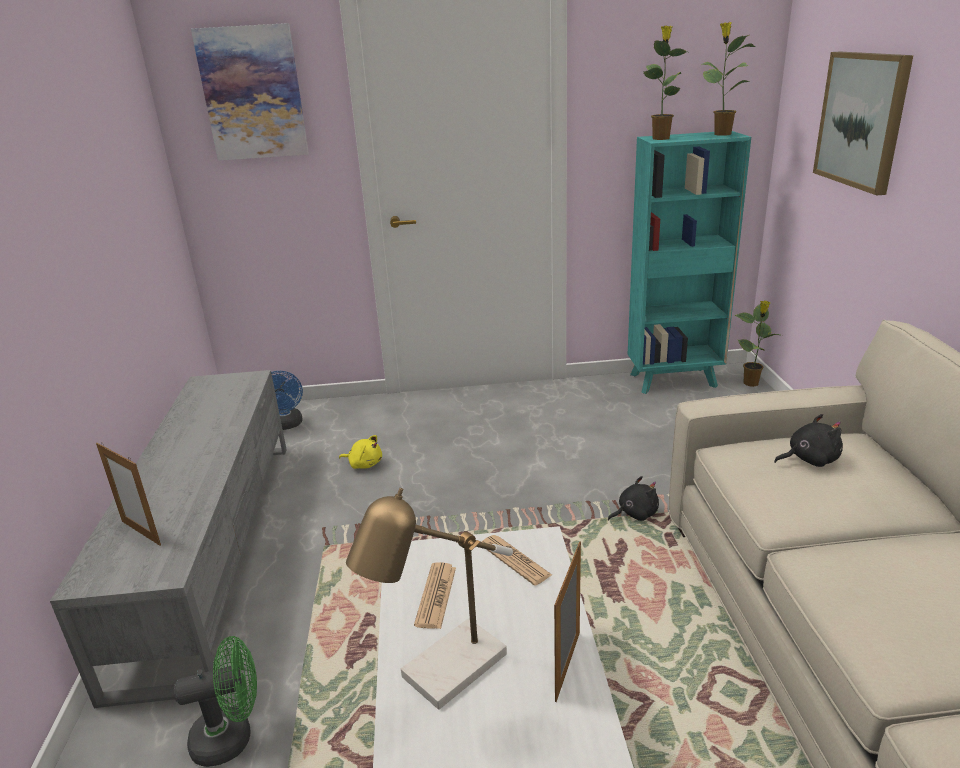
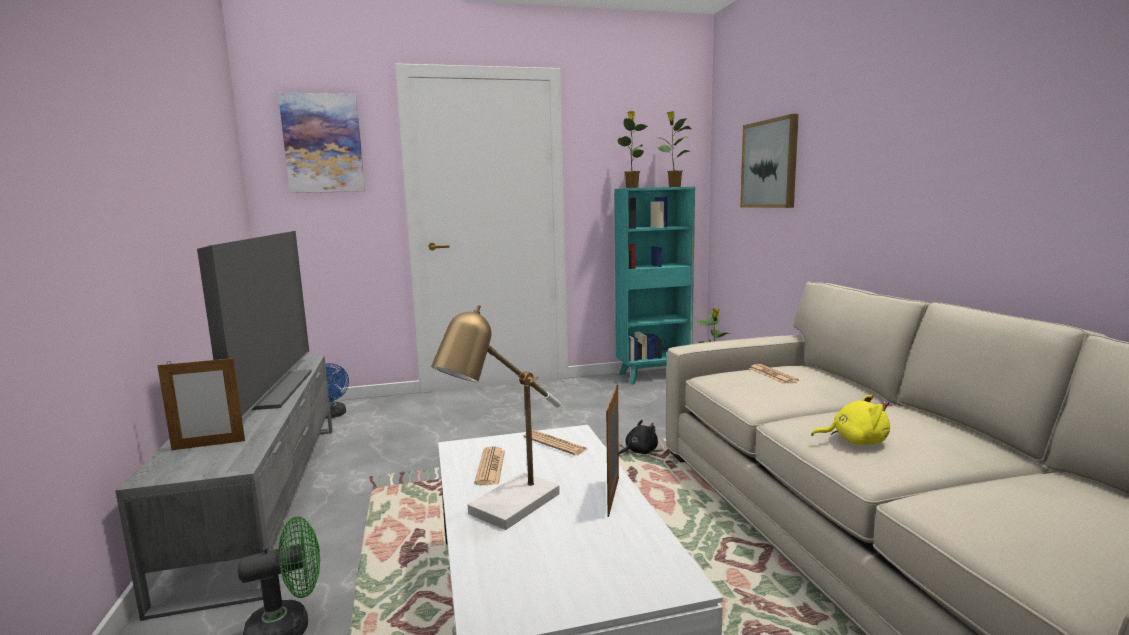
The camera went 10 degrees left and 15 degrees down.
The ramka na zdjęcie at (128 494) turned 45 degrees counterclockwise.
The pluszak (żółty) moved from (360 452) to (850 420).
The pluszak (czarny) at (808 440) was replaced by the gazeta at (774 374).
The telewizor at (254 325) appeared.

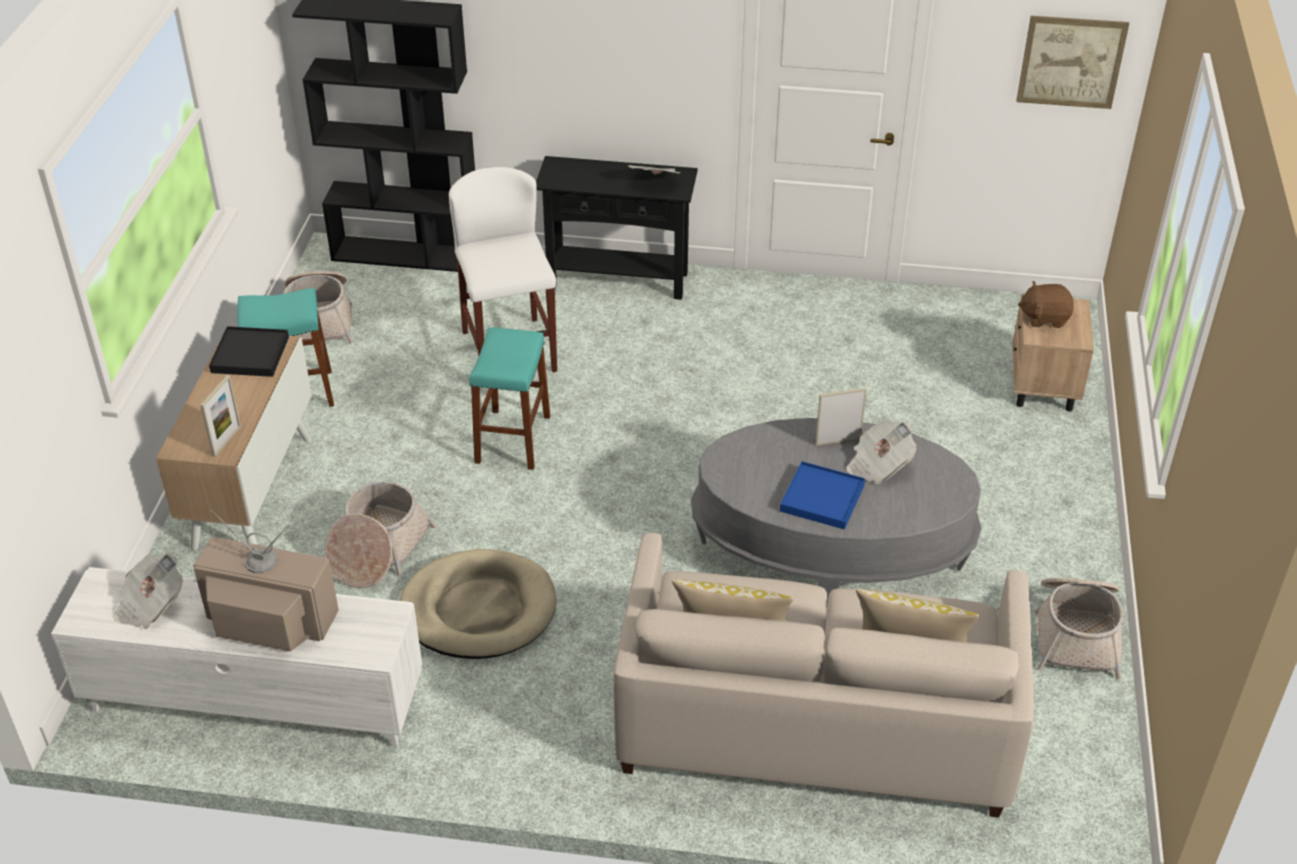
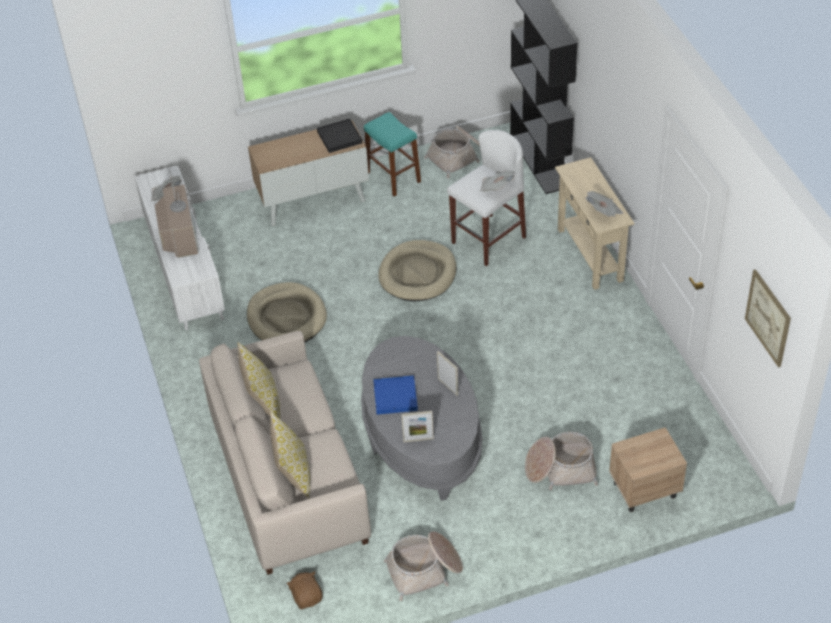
The camera went 65 degrees right and 5 degrees up.
The ramka na zdjęcie moved from (220 416) to (417 427).
The koszyk moved from (380 534) to (561 461).
The stołek (turkusowy) at (509 398) was replaced by the legowisko (beżowy) at (417 270).
The stolik konsolowy (czarny) at (617 228) became the stolik konsolowy (beżowy) at (595 223).
The gazeta moved from (881 452) to (497 181).
The pluszak (brązowy) moved from (1046 304) to (304 590).

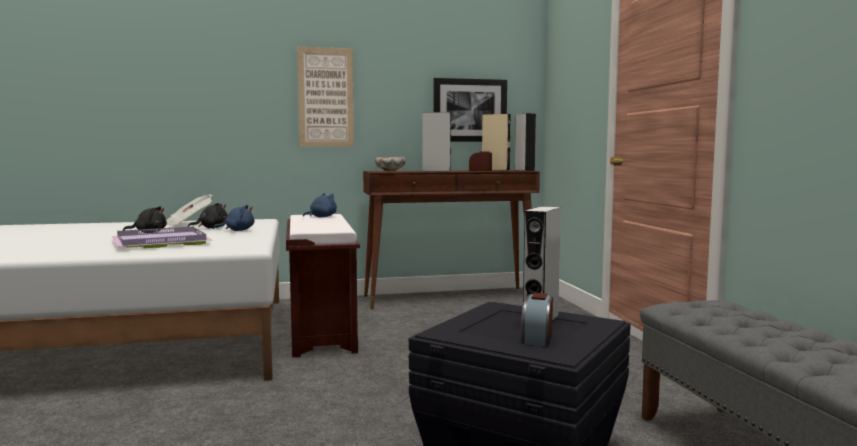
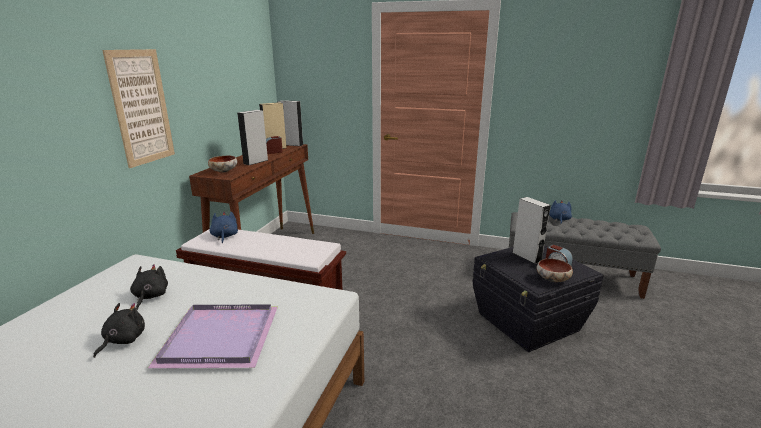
The camera went 60 degrees left and 15 degrees up.
The gazeta at (189 210) disappeared.
The pluszak (niebieski) moved from (233 218) to (560 212).
The obraz at (470 110) disappeared.
The miska at (554 270) appeared.

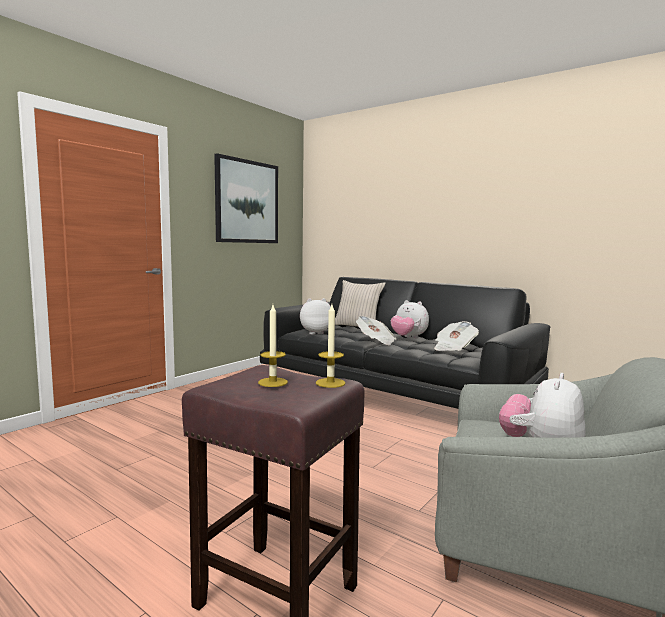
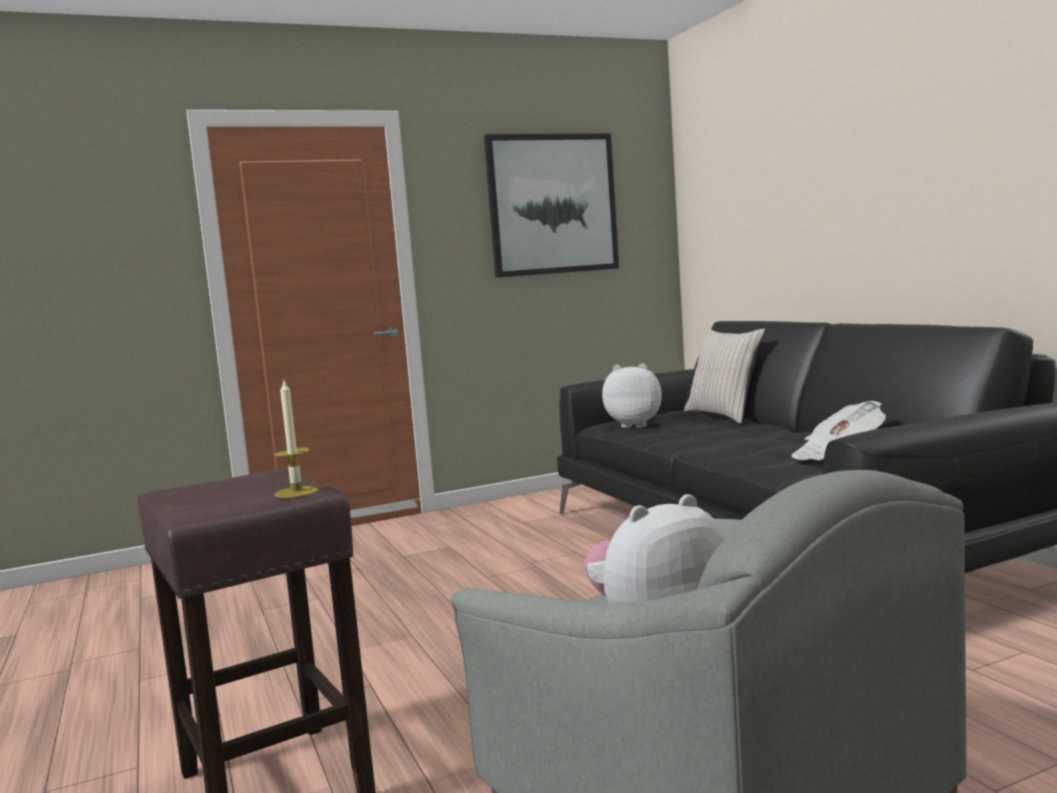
The camera went 30 degrees right and 0 degrees up.
The świeca at (273 346) disappeared.
The gazeta at (376 330) disappeared.
The pluszak at (410 319) disappeared.

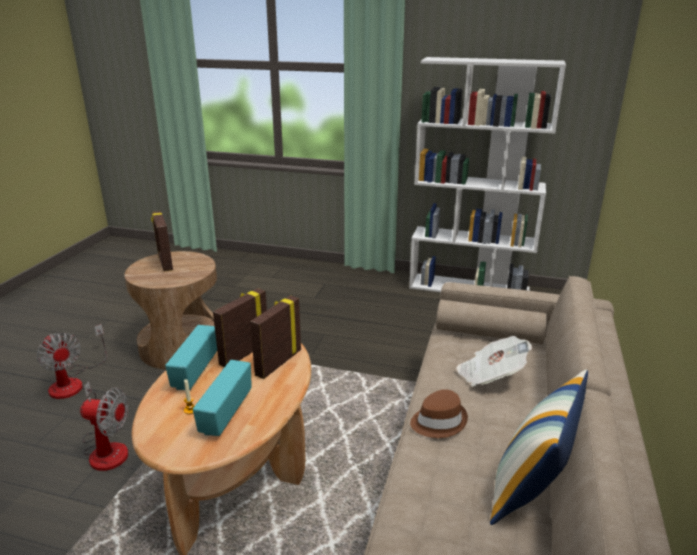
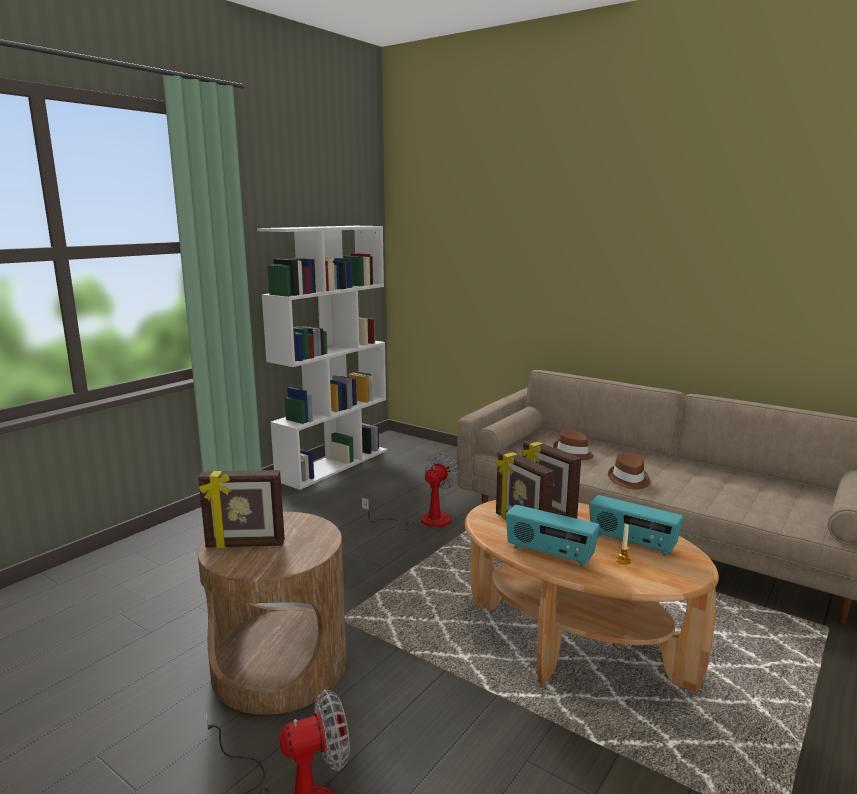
The camera went 70 degrees left and 10 degrees down.
The wentylator moved from (104 426) to (410 491).
The gazeta at (494 361) was replaced by the kapelusz (brązowy) at (573 444).
The poduszka at (539 447) disappeared.

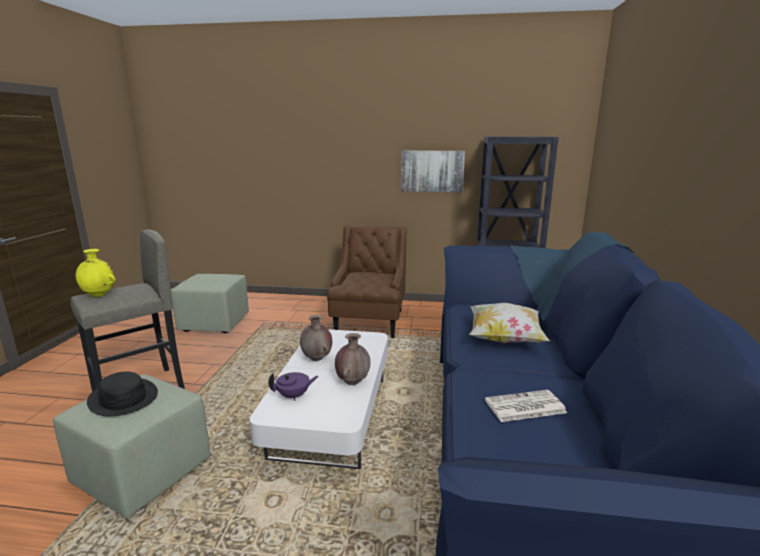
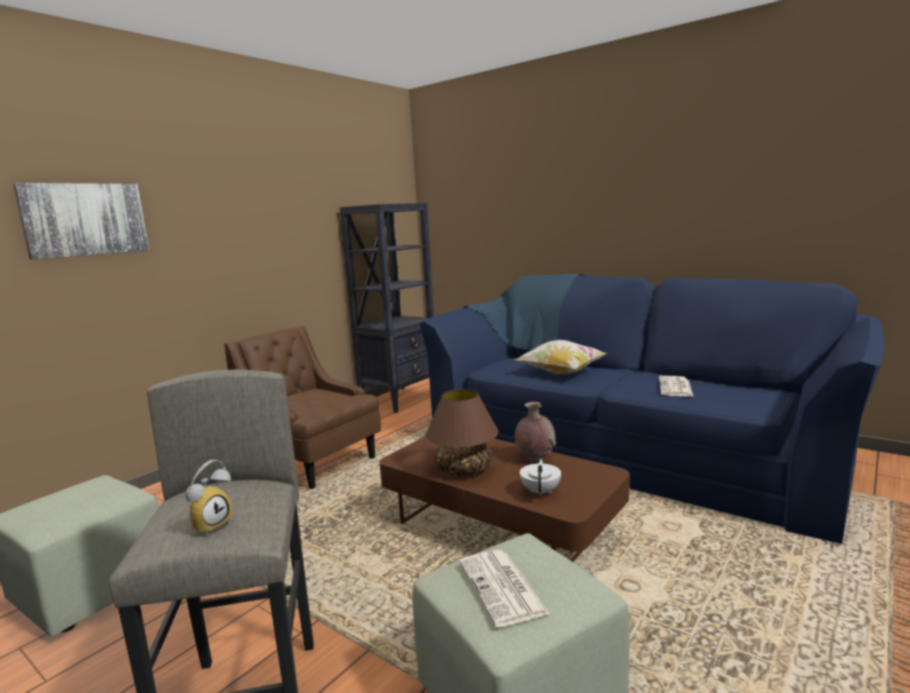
The camera went 60 degrees left and 5 degrees down.
The wazon (żółty) at (96 273) was replaced by the budzik at (209 497).
The kapelusz (czarny) at (122 394) was replaced by the gazeta at (504 588).
The ława (biały) at (319 399) became the ława (brązowy) at (505 499).
The imbryk (fioletowy) at (293 386) became the imbryk (biały) at (540 478).
The wazon (brązowy) at (316 338) was replaced by the lampa stołowa (brązowy) at (462 432).
The obraz moved from (433 171) to (81 221).

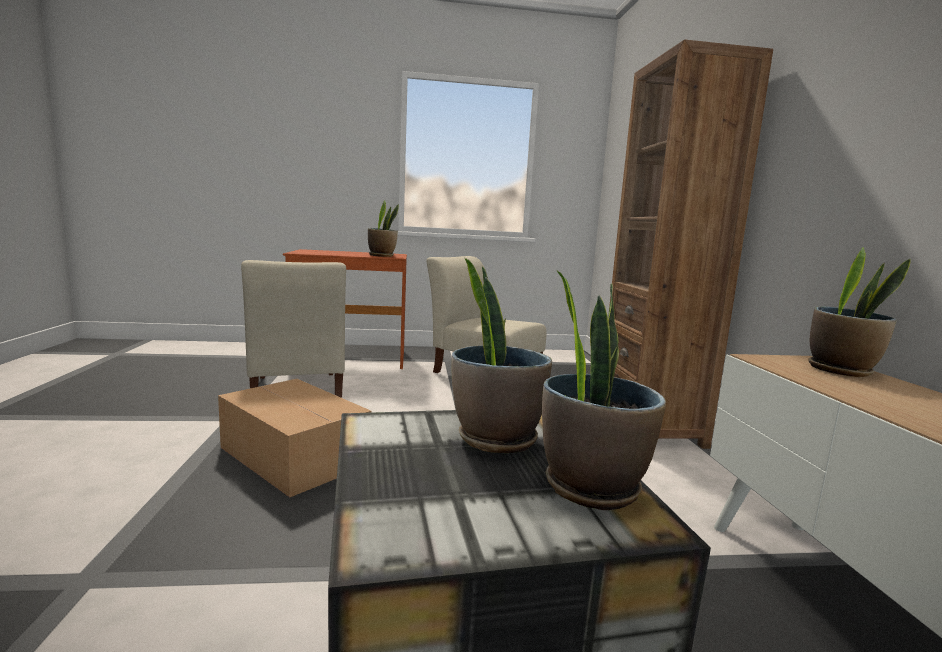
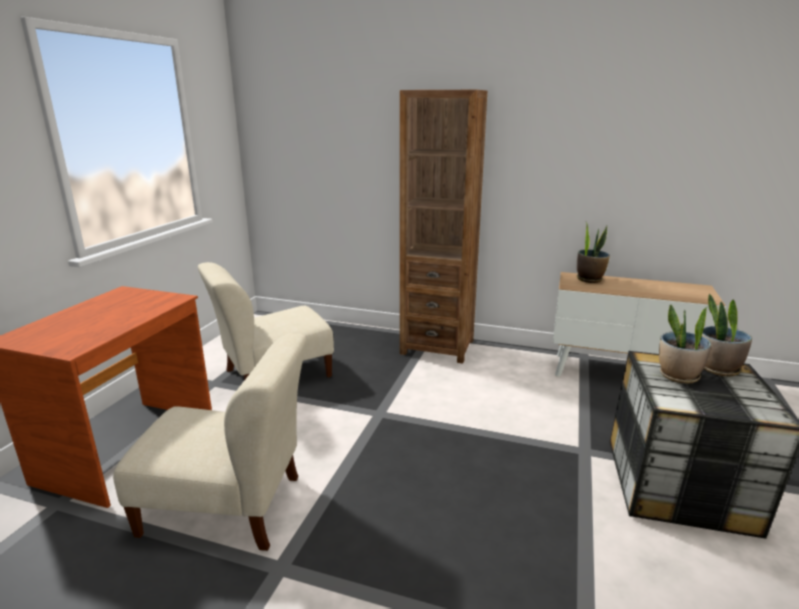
The camera went 65 degrees left and 10 degrees up.
The karton at (295 438) disappeared.
The roślina doniczkowa at (383 228) disappeared.

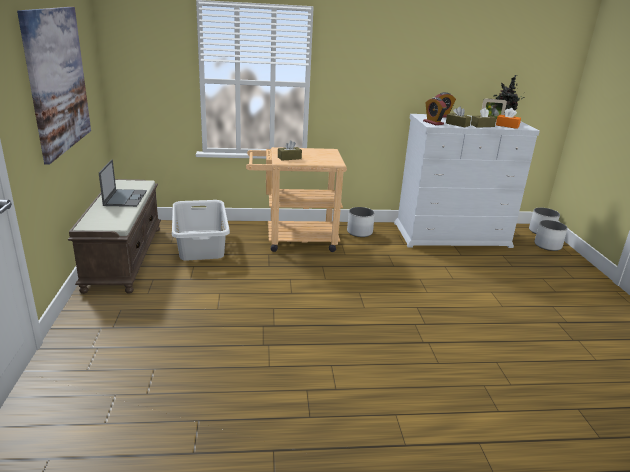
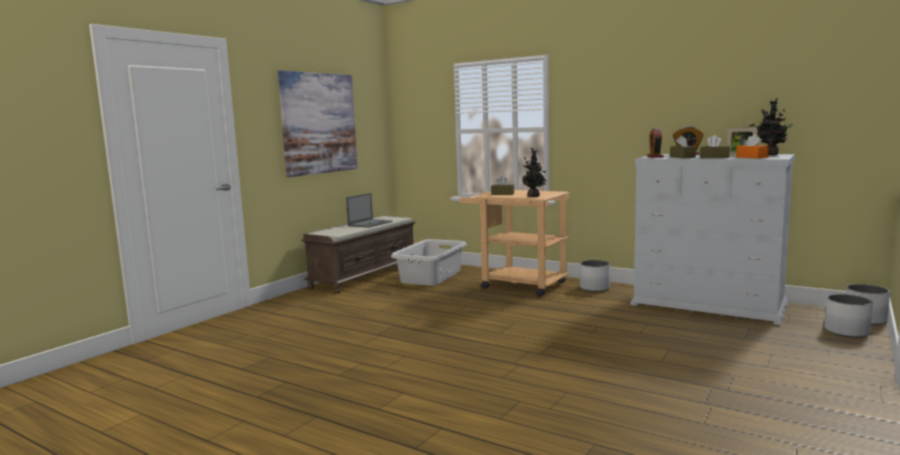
The camera went 40 degrees right and 15 degrees down.
The roślina doniczkowa at (534 172) appeared.

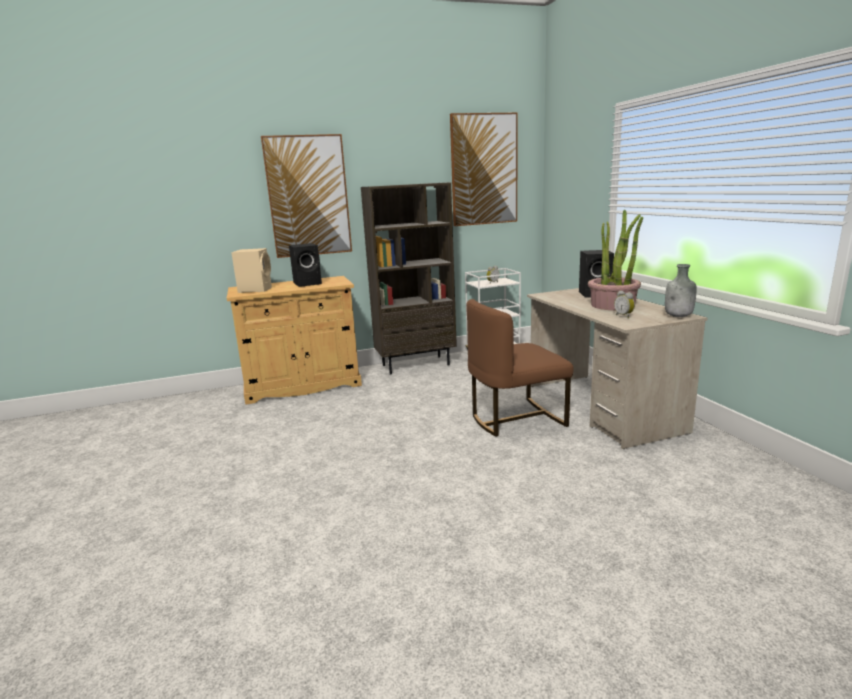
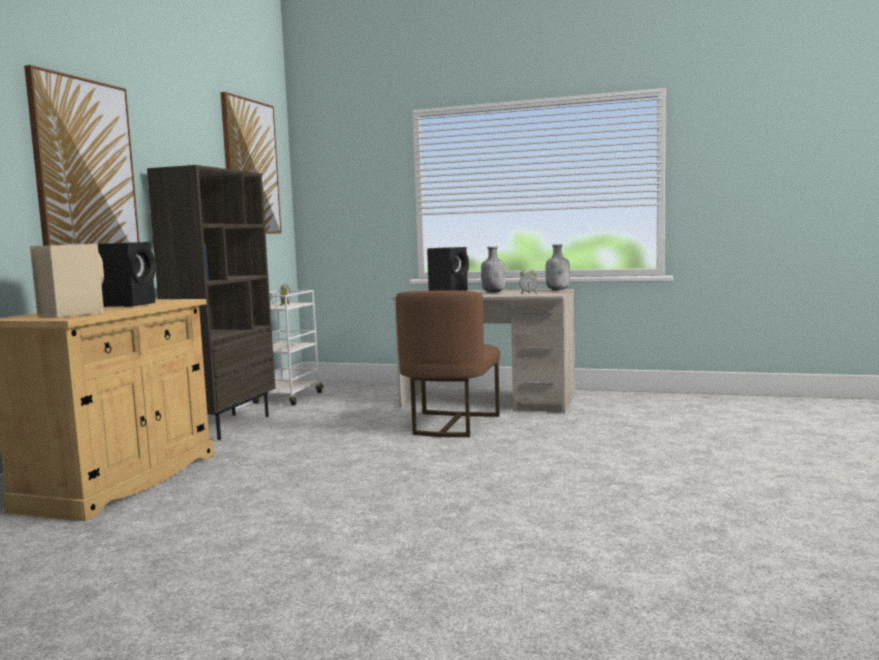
The camera went 55 degrees left and 10 degrees down.
The roślina doniczkowa at (615 259) was replaced by the butelka (szary) at (493 270).

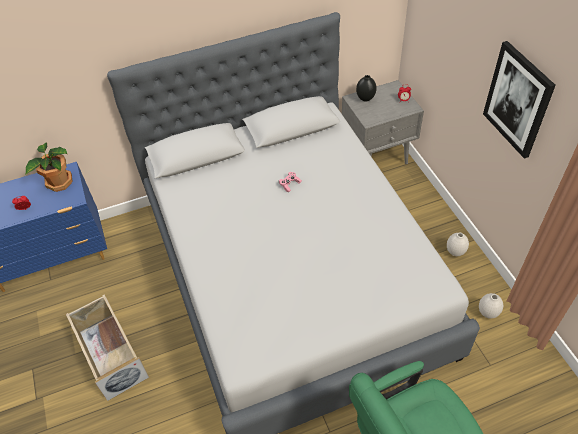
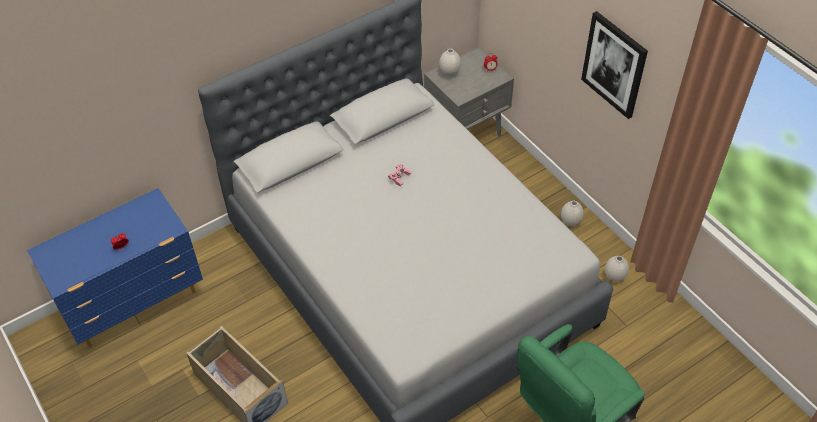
The camera went 15 degrees left and 0 degrees up.
The roślina doniczkowa at (49 167) disappeared.
The wazon (czarny) at (366 88) became the wazon (biały) at (450 62).

